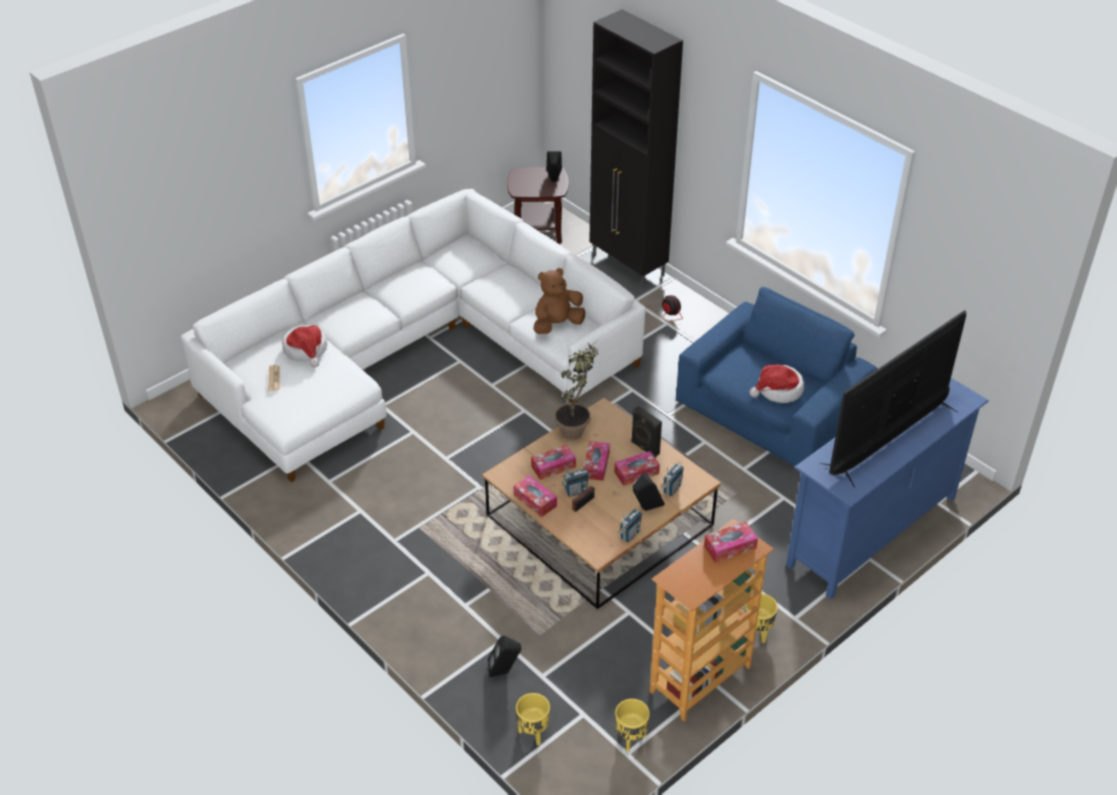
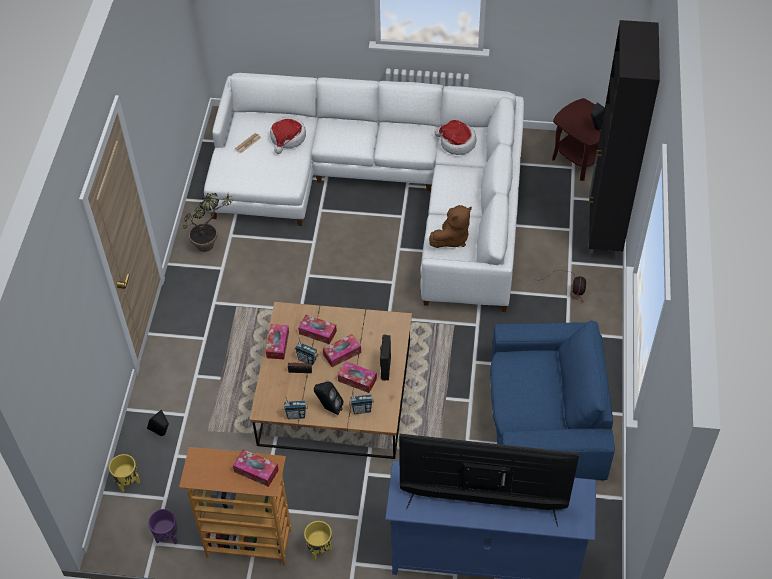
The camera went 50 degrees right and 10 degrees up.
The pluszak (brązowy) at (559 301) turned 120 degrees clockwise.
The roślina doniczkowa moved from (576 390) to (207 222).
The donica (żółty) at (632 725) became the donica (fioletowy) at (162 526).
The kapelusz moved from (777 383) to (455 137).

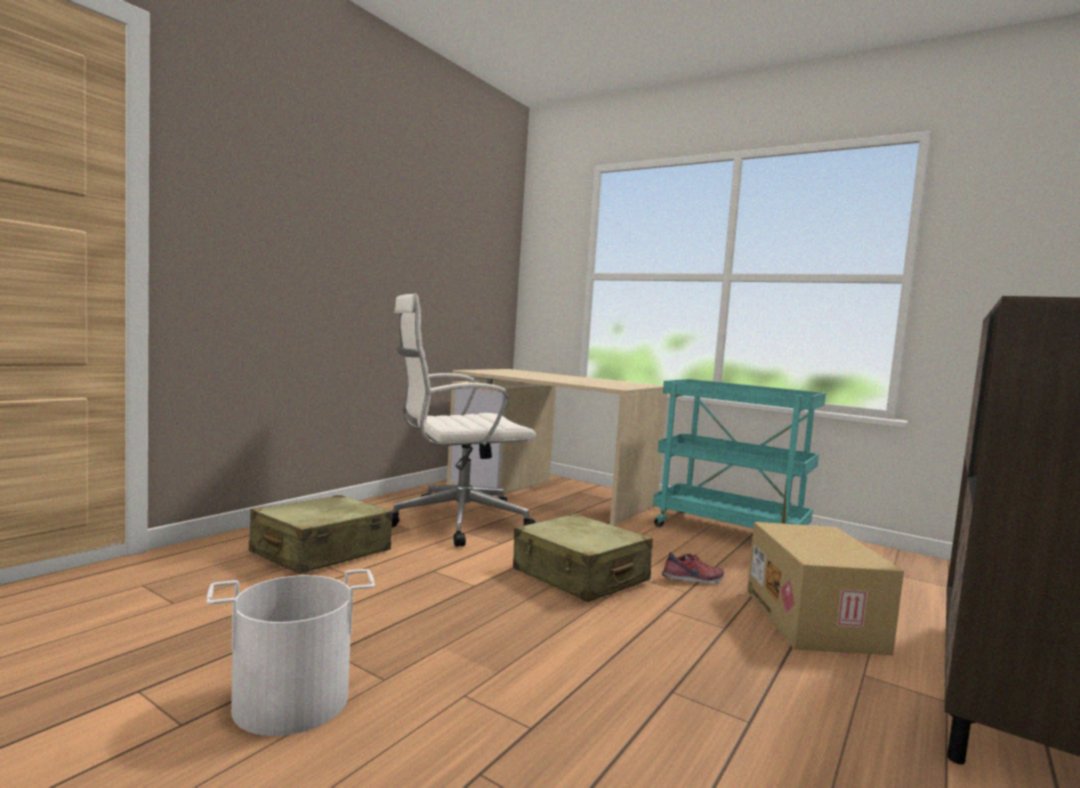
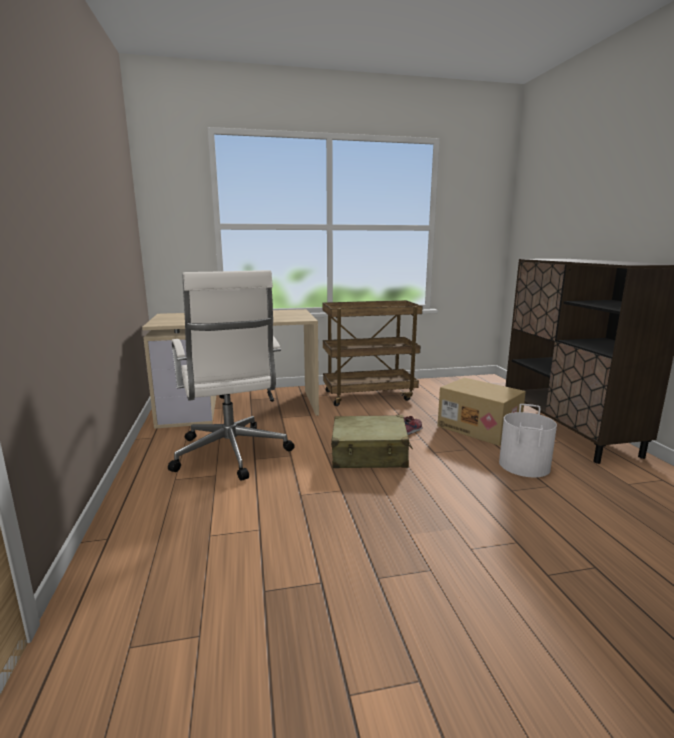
The camera went 45 degrees left and 10 degrees up.
The wiadro (biały) moved from (291 652) to (528 440).
The walizka (beżowy) at (321 534) disappeared.
The krzesło biurowe (biały) at (464 420) turned 45 degrees counterclockwise.
The wózek (turkusowy) at (739 453) became the wózek (brązowy) at (372 353).

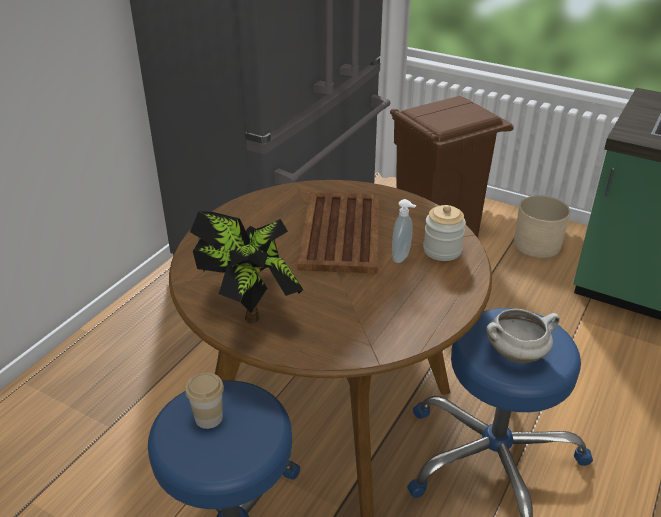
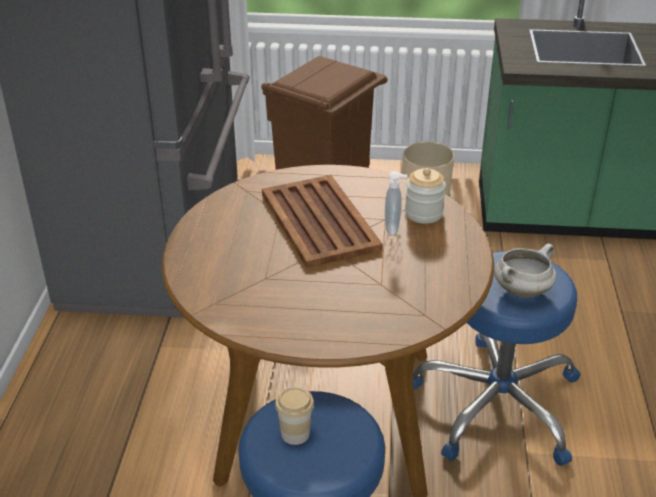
The camera went 25 degrees left and 0 degrees up.
The roślina doniczkowa at (246 267) disappeared.

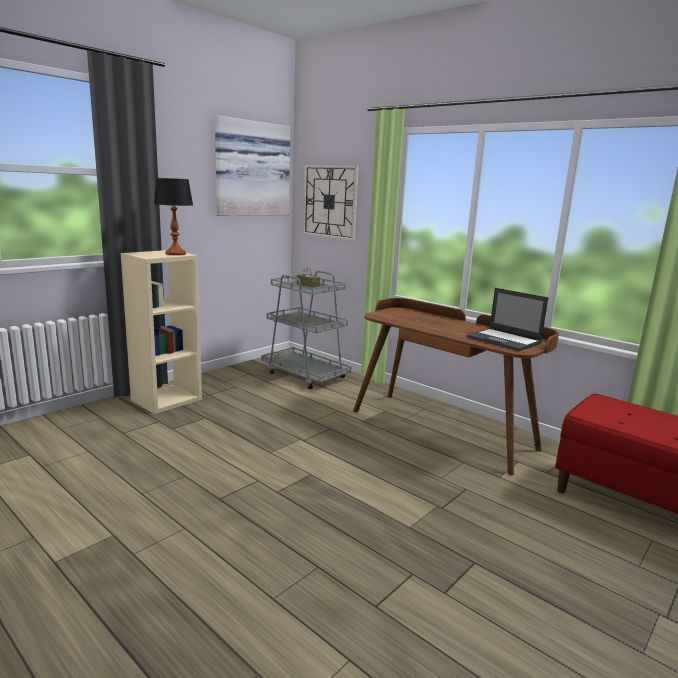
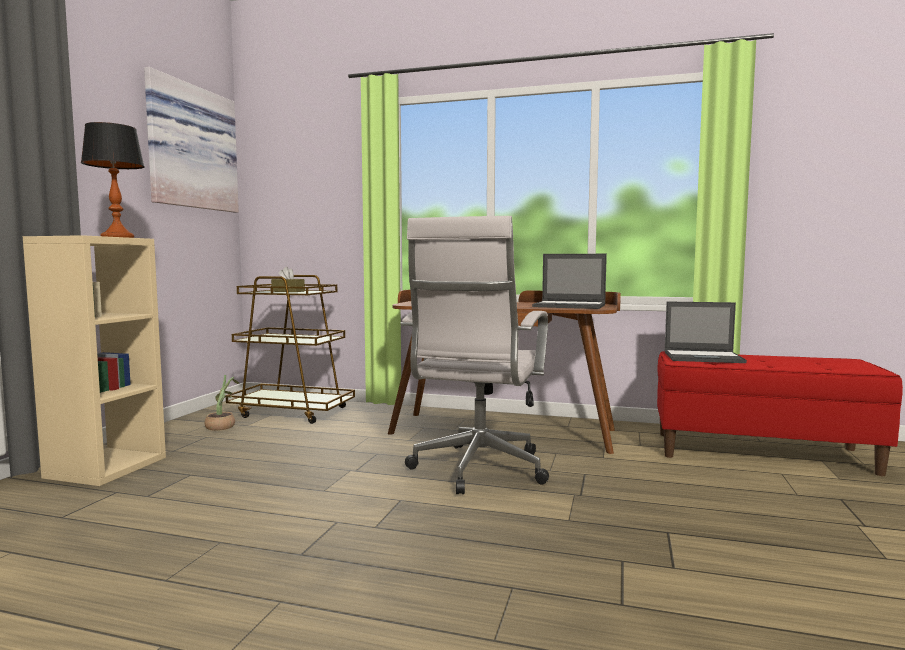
The camera went 25 degrees left and 10 degrees down.
The wózek (szary) at (306 329) became the wózek (brązowy) at (290 349).
The zegar ścienny at (331 203) disappeared.
The roślina doniczkowa at (222 403) appeared.
The krzesło biurowe (biały) at (474 355) appeared.
The laptop at (705 332) appeared.

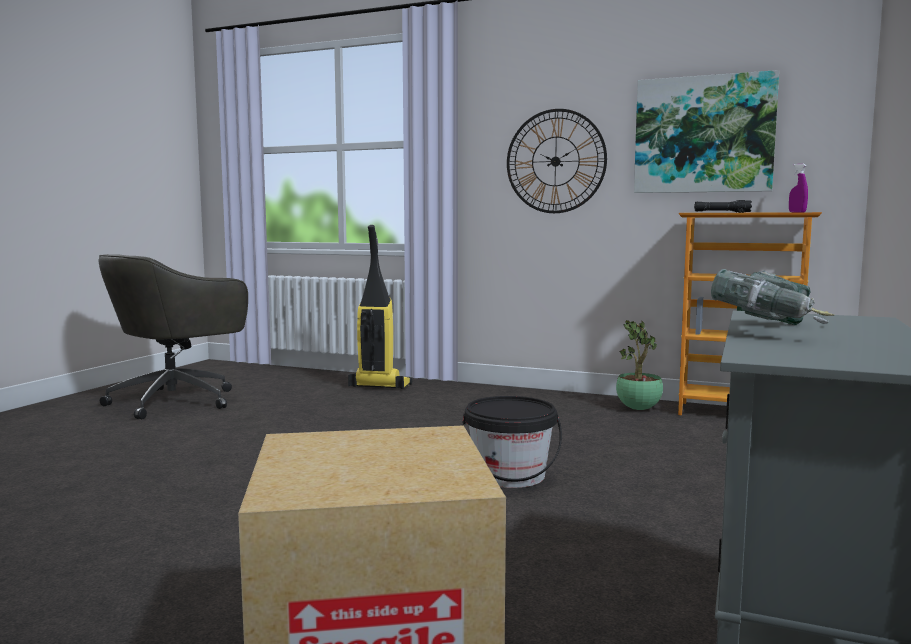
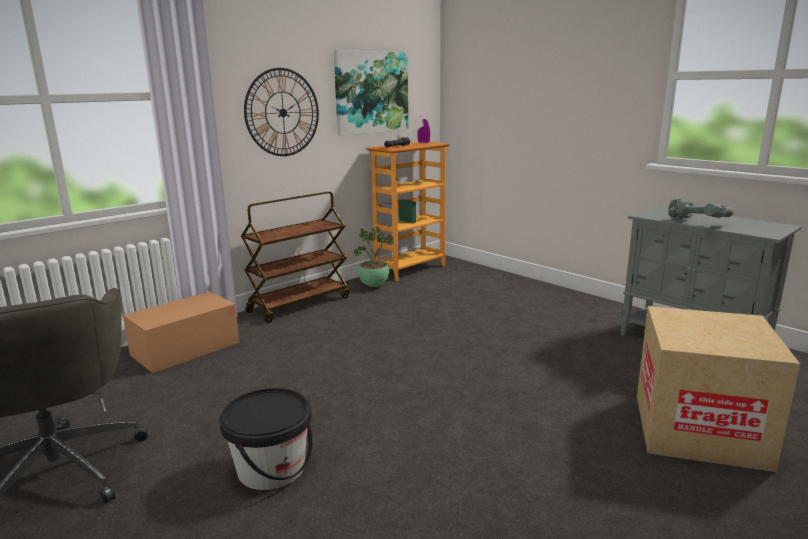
The camera went 65 degrees left and 10 degrees up.
The odkurzacz at (380 307) was replaced by the karton at (181 332).
The wiadro (czarny) moved from (512 442) to (266 439).
The wózek (brązowy) at (295 257) appeared.

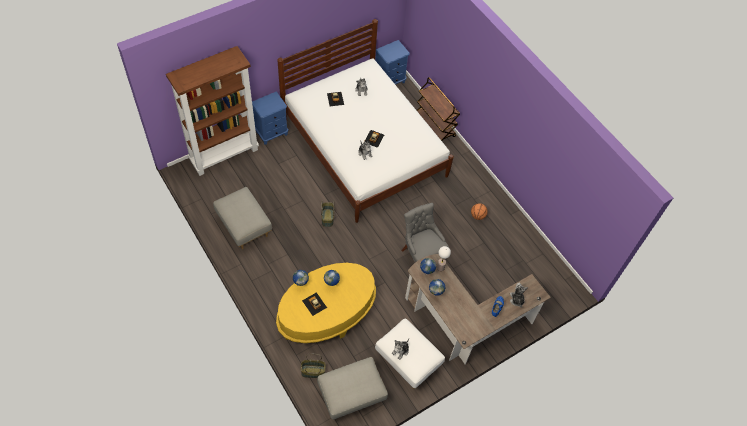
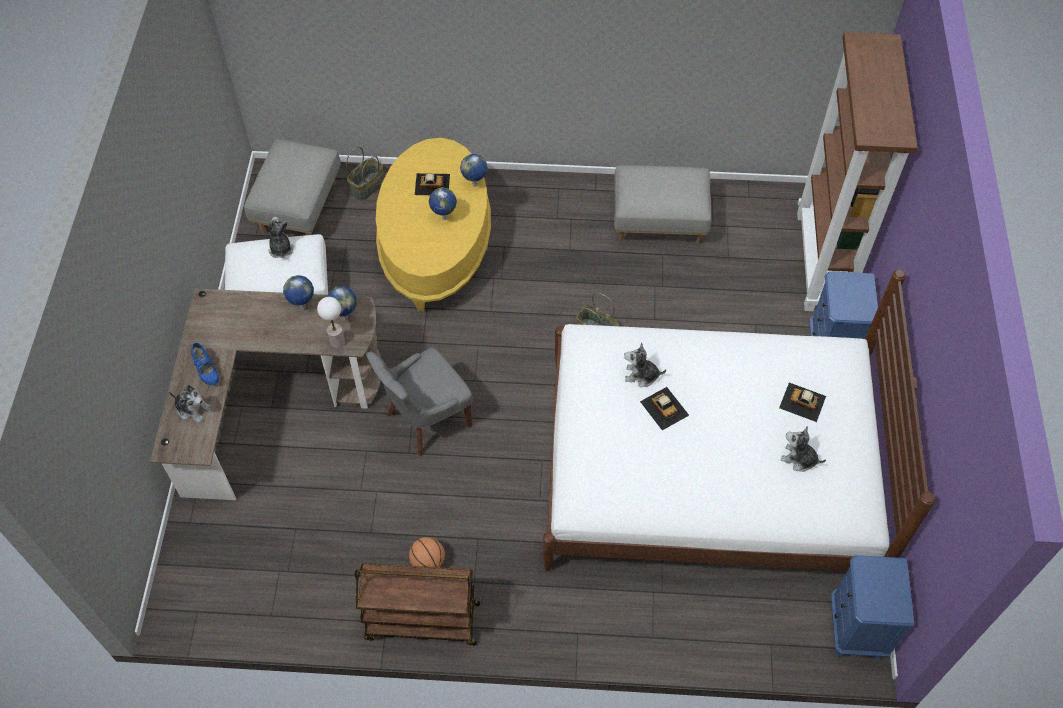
The camera went 130 degrees right and 0 degrees up.
The krzesło (szary) at (425 232) turned 135 degrees clockwise.
The wózek (brązowy) moved from (438 109) to (417 604).

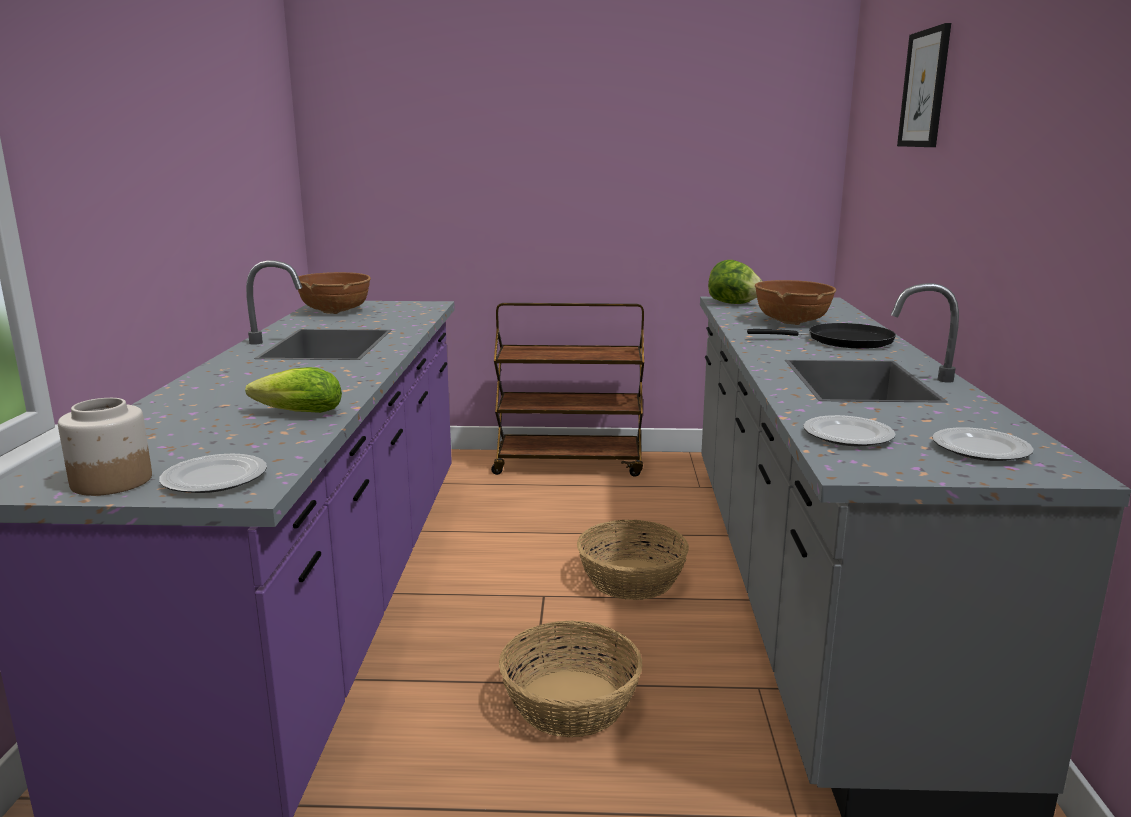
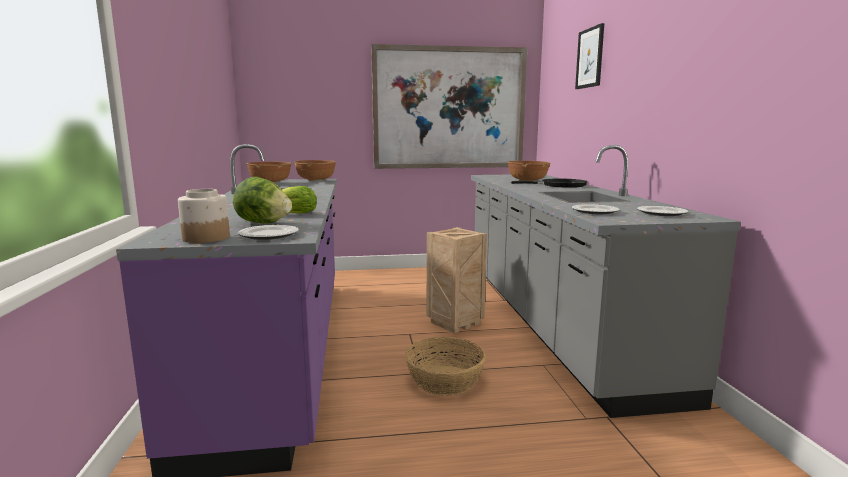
The camera went 10 degrees left and 5 degrees down.
The wózek (brązowy) at (567 390) disappeared.
The koszyk at (633 560) was replaced by the skrzynka at (457 280).
The sałata moved from (735 282) to (262 200).
The miska (brązowy) at (315 170) appeared.
The obraz at (449 106) appeared.

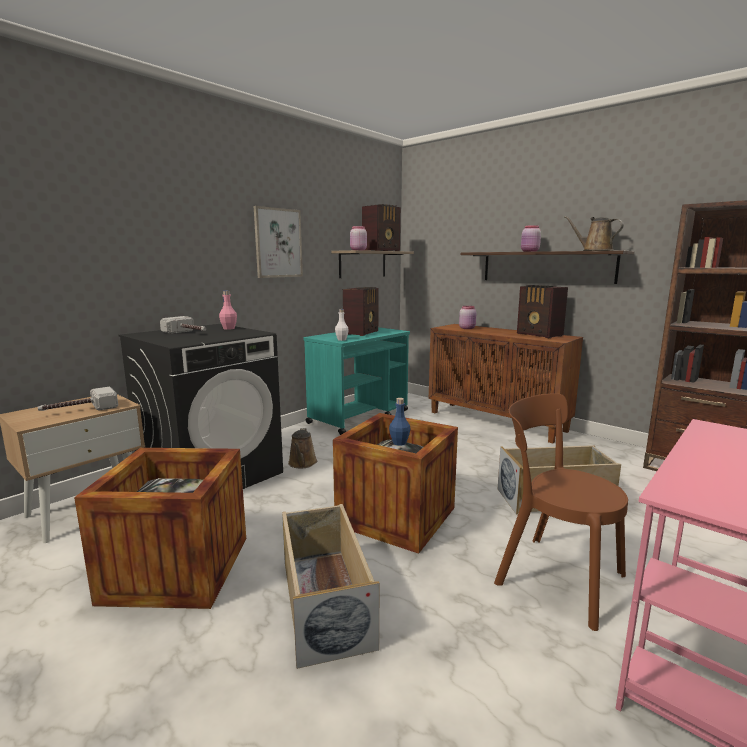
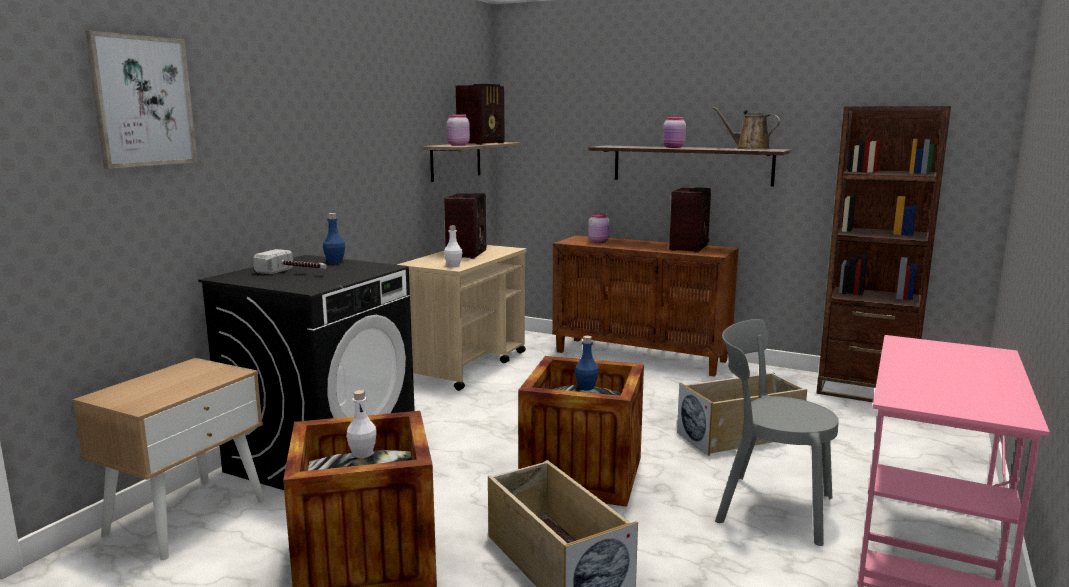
The camera went 15 degrees left and 0 degrees up.
The młotek at (78 399) disappeared.
The butelka (różowy) at (228 310) became the butelka (niebieski) at (334 238).
The obraz moved from (278 242) to (141 100).
The konewka (brązowy) at (302 448) disappeared.
The wózek (turkusowy) at (356 381) became the wózek (beżowy) at (461 318).
The krzesło (brązowy) at (561 512) became the krzesło (szary) at (776 432).
The radio at (542 311) turned 105 degrees counterclockwise.
The butelka (biały) at (361 424) appeared.

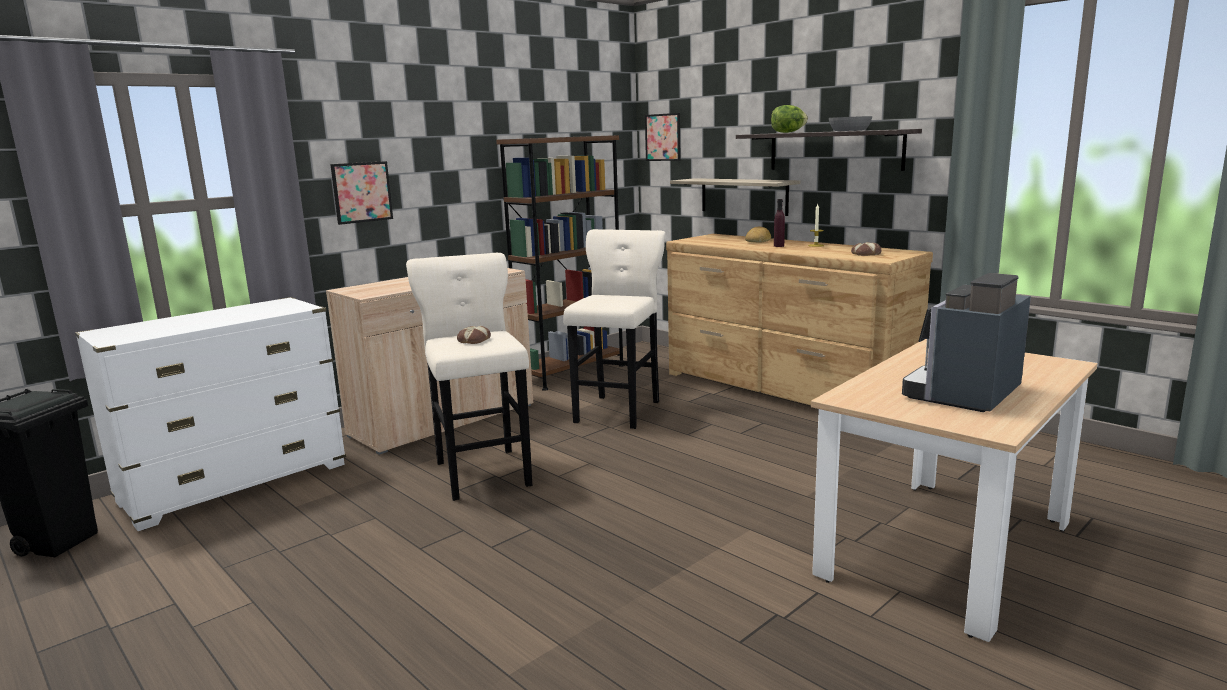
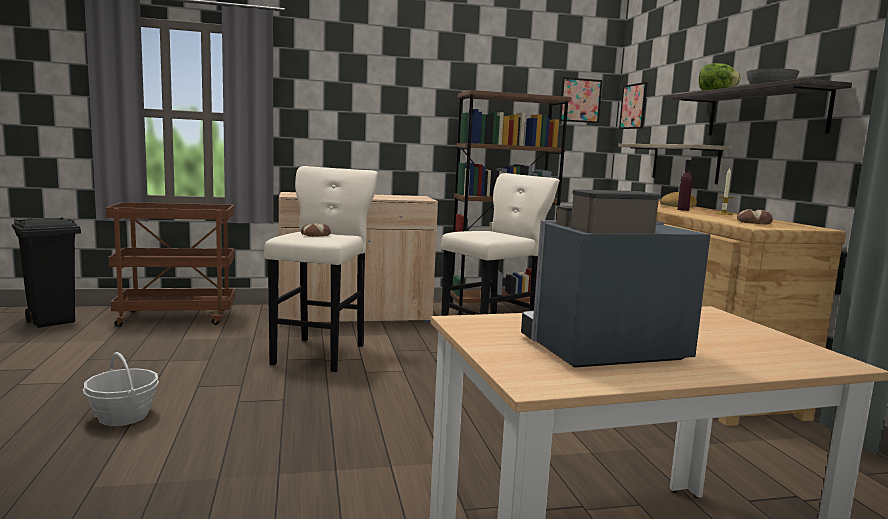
The camera went 30 degrees right and 5 degrees down.
The komoda (biały) at (210 414) was replaced by the wózek (brązowy) at (170 264).
The obraz moved from (361 193) to (580 100).
The koszyk at (121 389) appeared.

